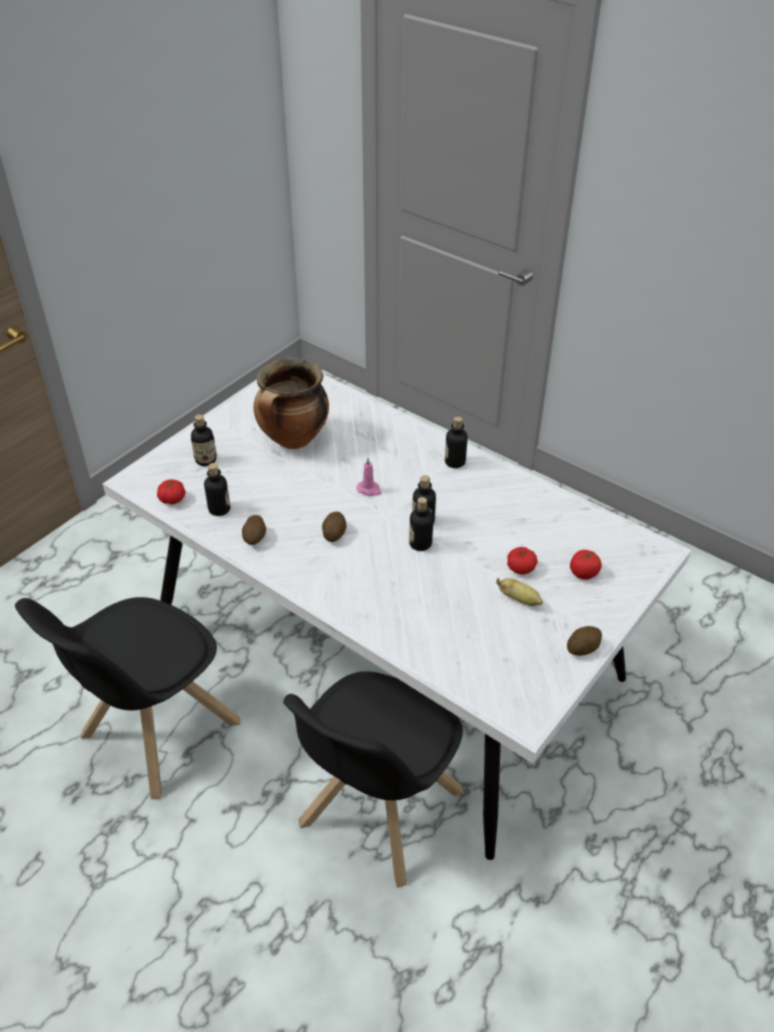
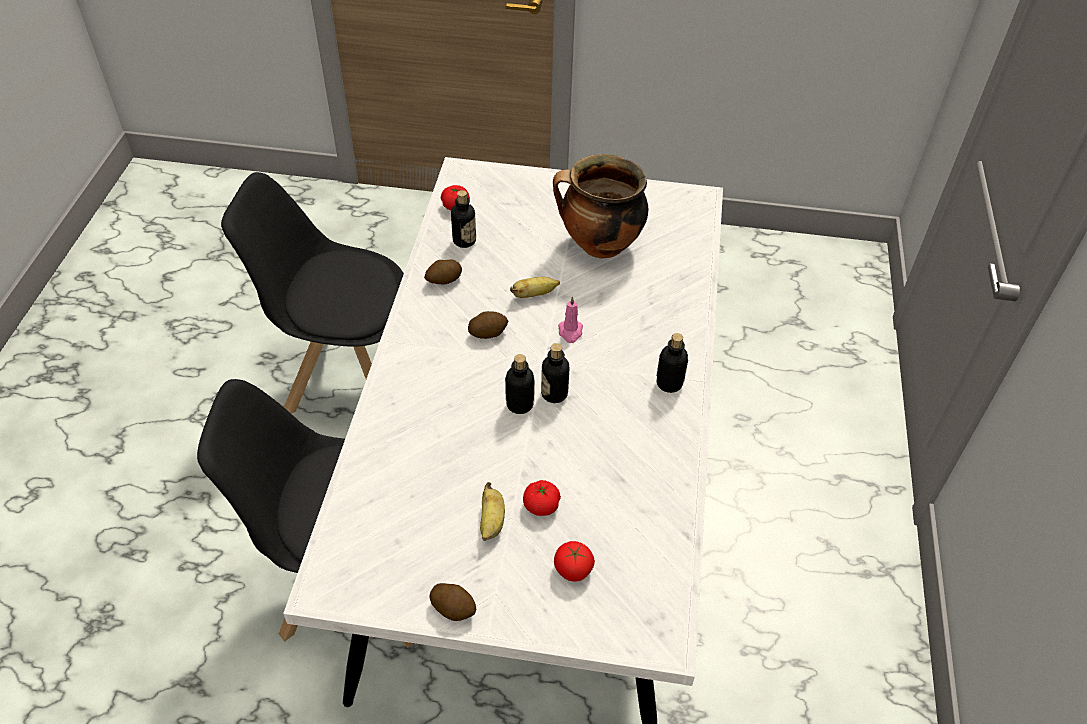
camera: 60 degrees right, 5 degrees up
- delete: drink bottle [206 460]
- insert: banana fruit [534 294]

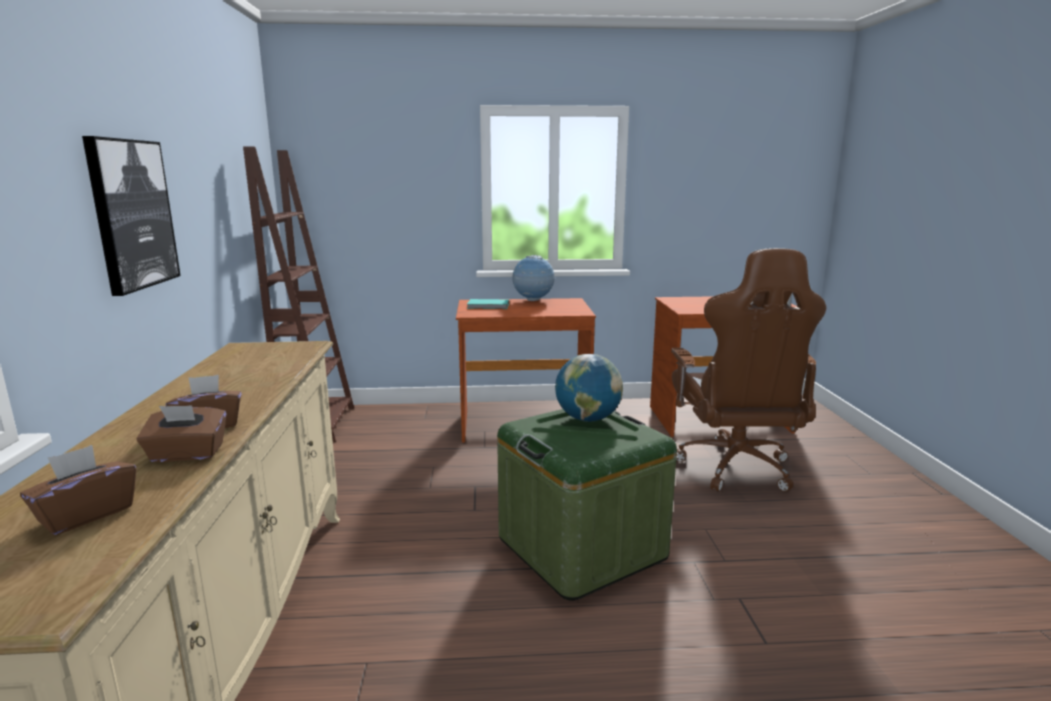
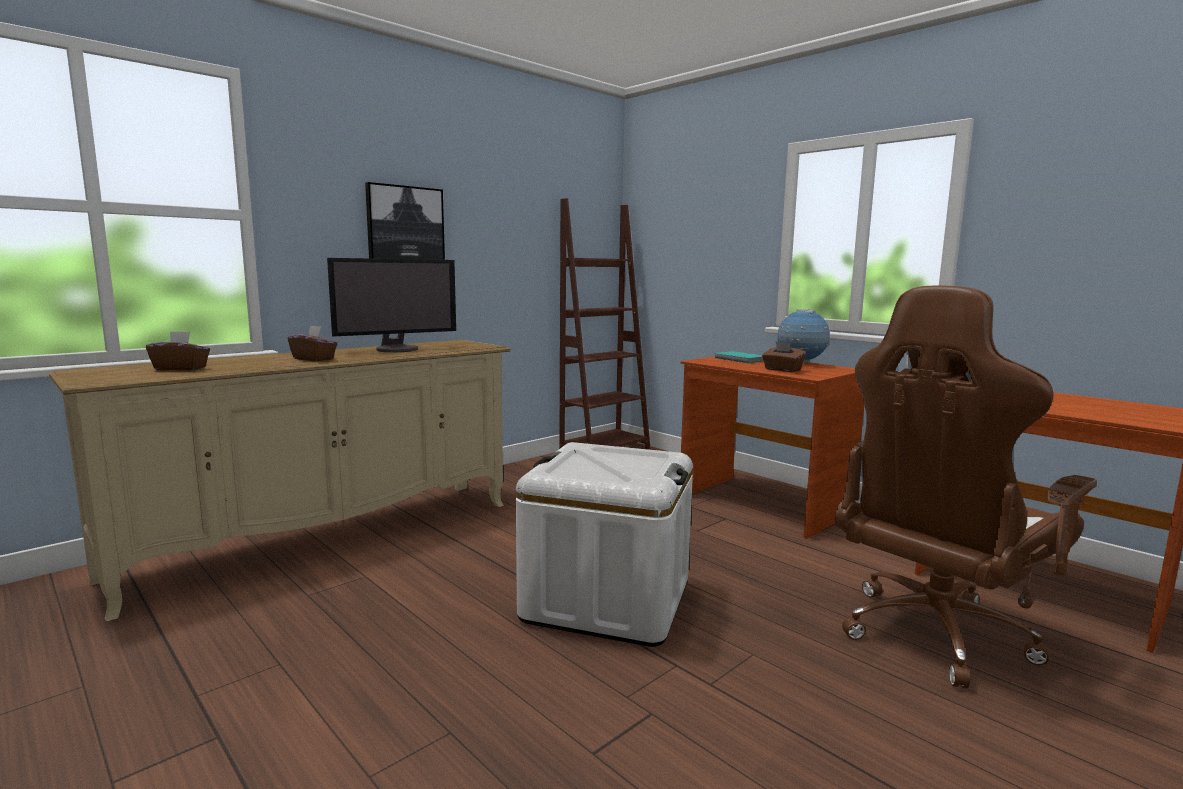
camera: 50 degrees right, 5 degrees down
- move: brown-coloured box of tissues [187 454] to [782 370]
- recolor: green-coloured storage container [581 547] to white-coloured storage container [607 600]
- delete: desk globe [588 419]
- insert: monitor [397 349]

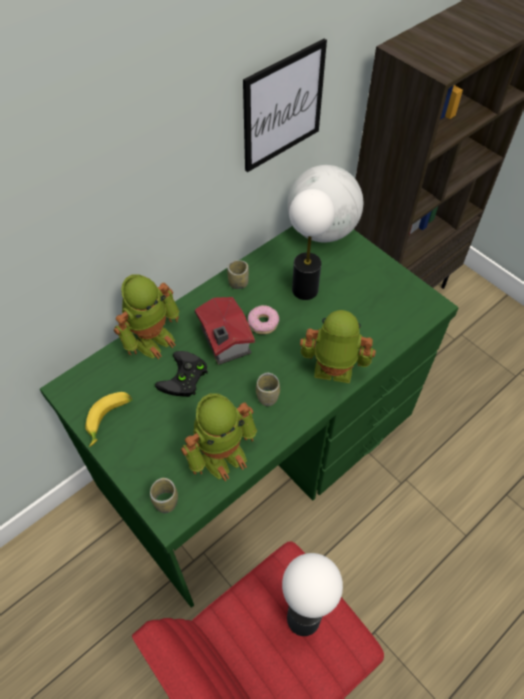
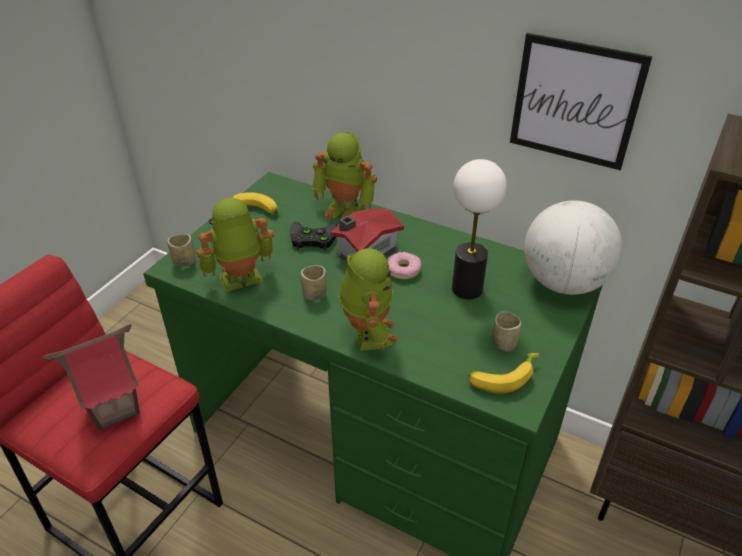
camera: 70 degrees right, 15 degrees down
- rotate: toy robot [222 454] = [241 281] 120 degrees clockwise
- move: drinking cup [238 283] to [504 343]
- replace: table lamp [303 617] to model house [114 408]
- insert: banana fruit [502 376]

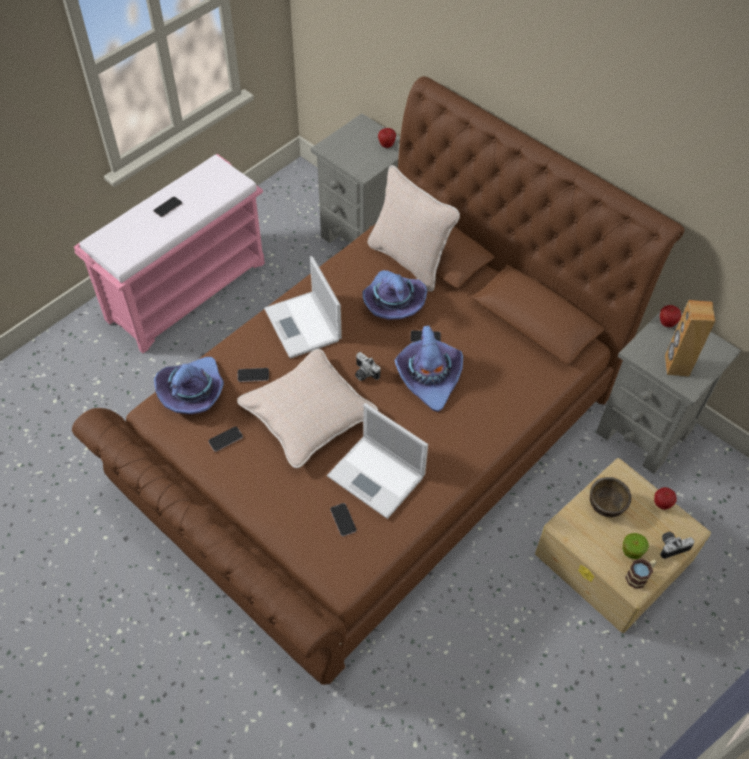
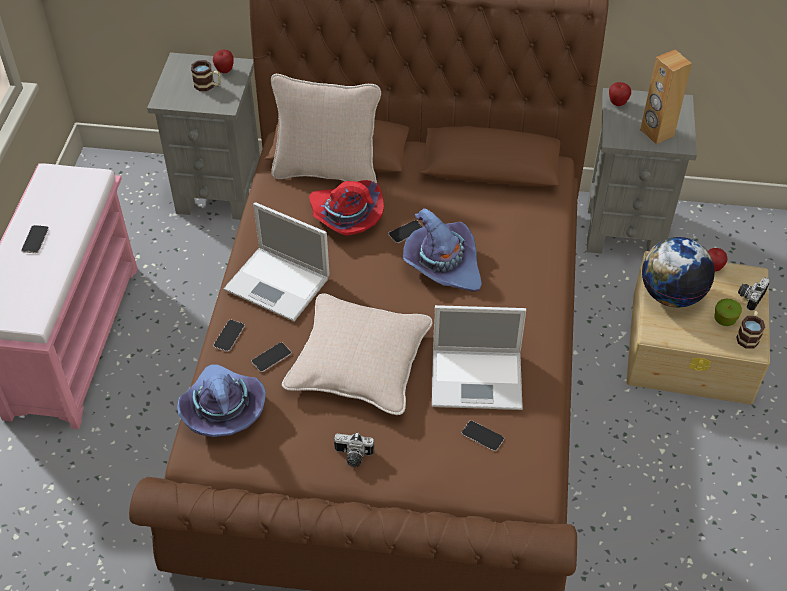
camera: 35 degrees left, 5 degrees down
- move: telephone [225 439] to [229 336]
- move: photo camera [364 374] to [353 456]
- recolor: purple-coloured wearable hat [392 301] to red wearable hat [345 217]
- replace: brown-coloured bowl [606 504] to desk globe [671 294]
- insert: coffee mug [208 86]

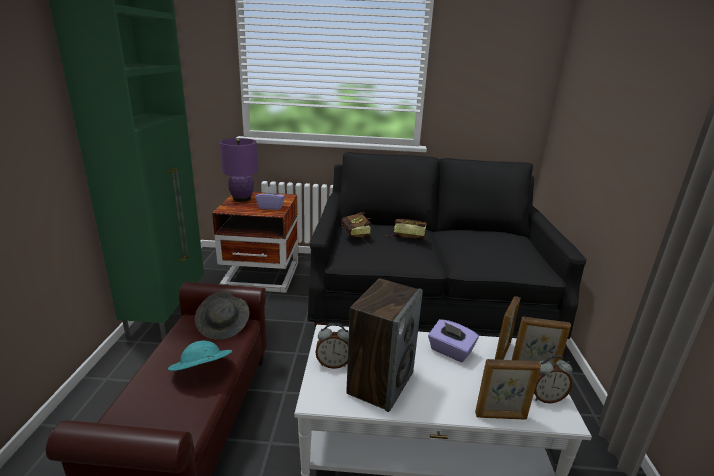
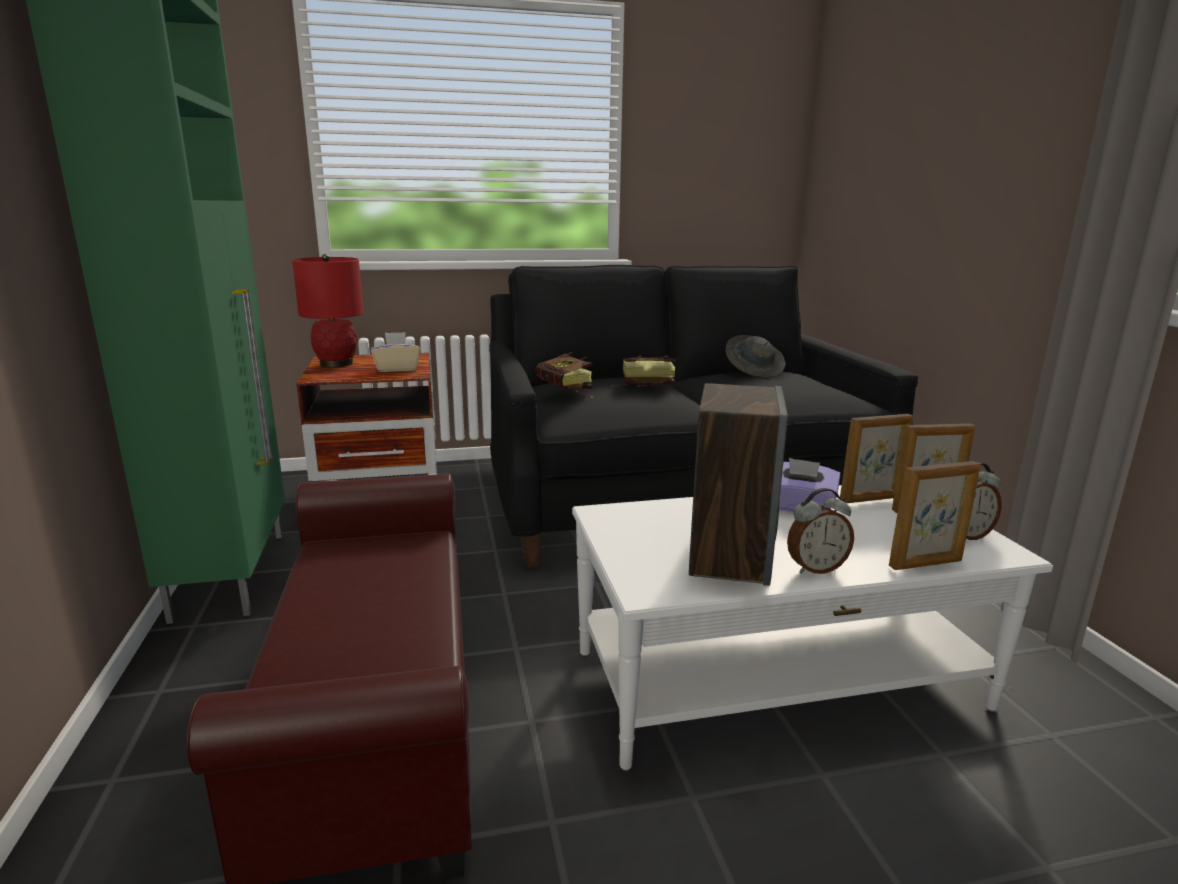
camera: 15 degrees left, 5 degrees down
- delete: blue-green wearable hat [201 371]
- move: greyish wearable hat [223 325] to [754 371]
- recolor: purple-coloured table lamp [242 199] to red table lamp [337 364]
- recolor: purple-coloured box of tissues [271 207] to beige-coloured box of tissues [397 369]
- move: alarm clock [333 364] to [815 568]
- rotate: picture frame [502 353] = [870 499] 120 degrees counterclockwise

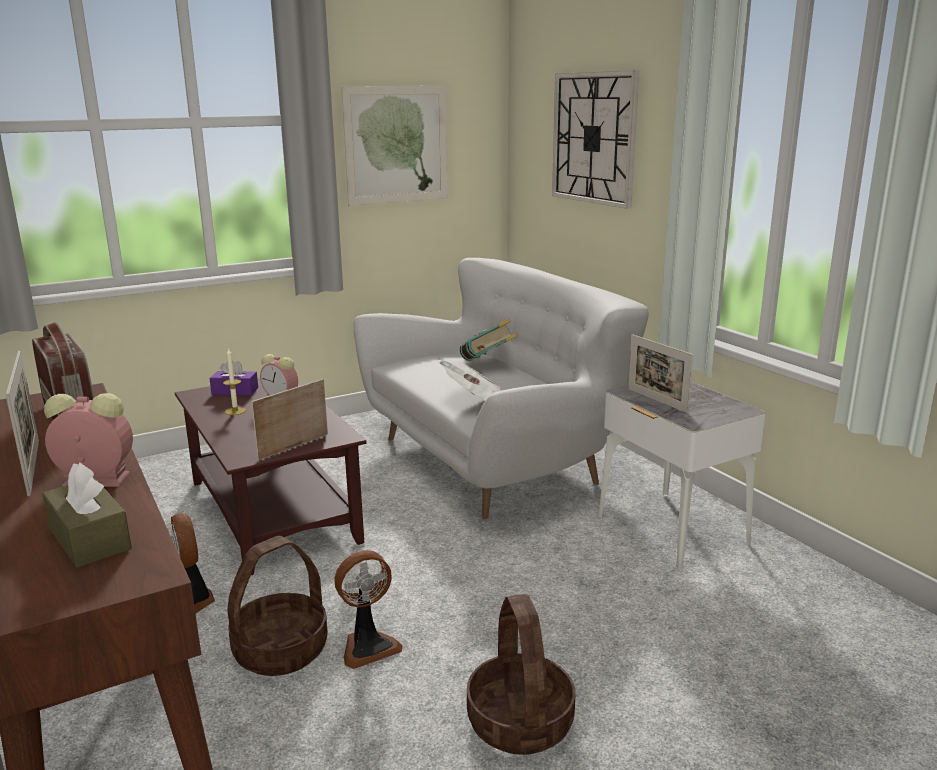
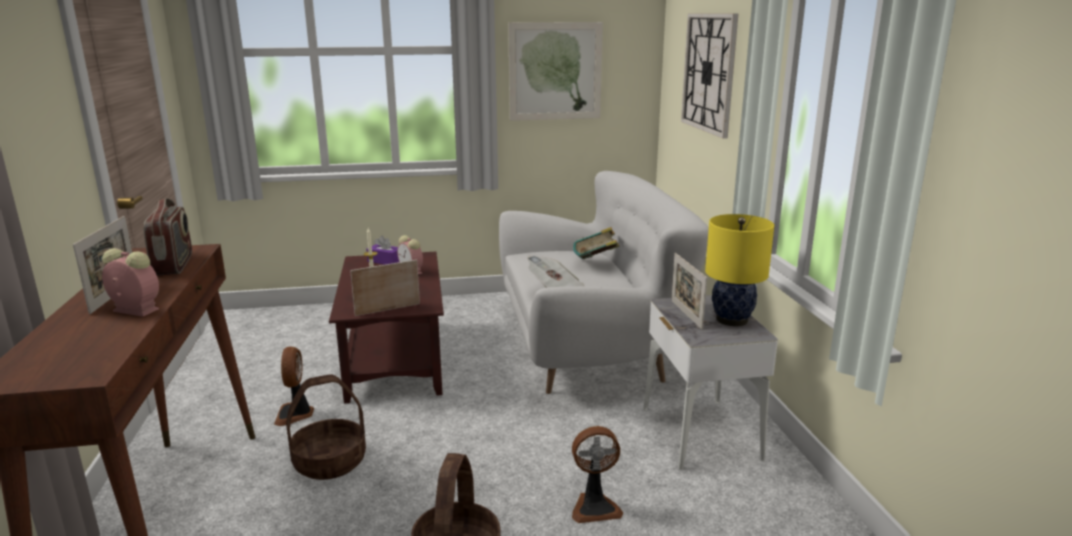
camera: 20 degrees right, 0 degrees up
- delete: brown-coloured box of tissues [89 539]
- move: fan [368 646] to [594 507]
- insert: yellow-coloured table lamp [732 319]

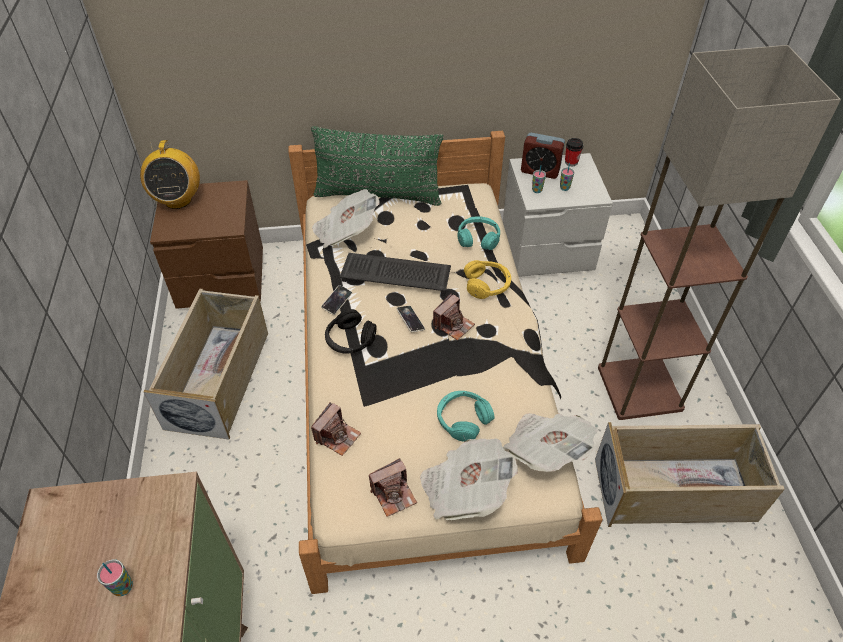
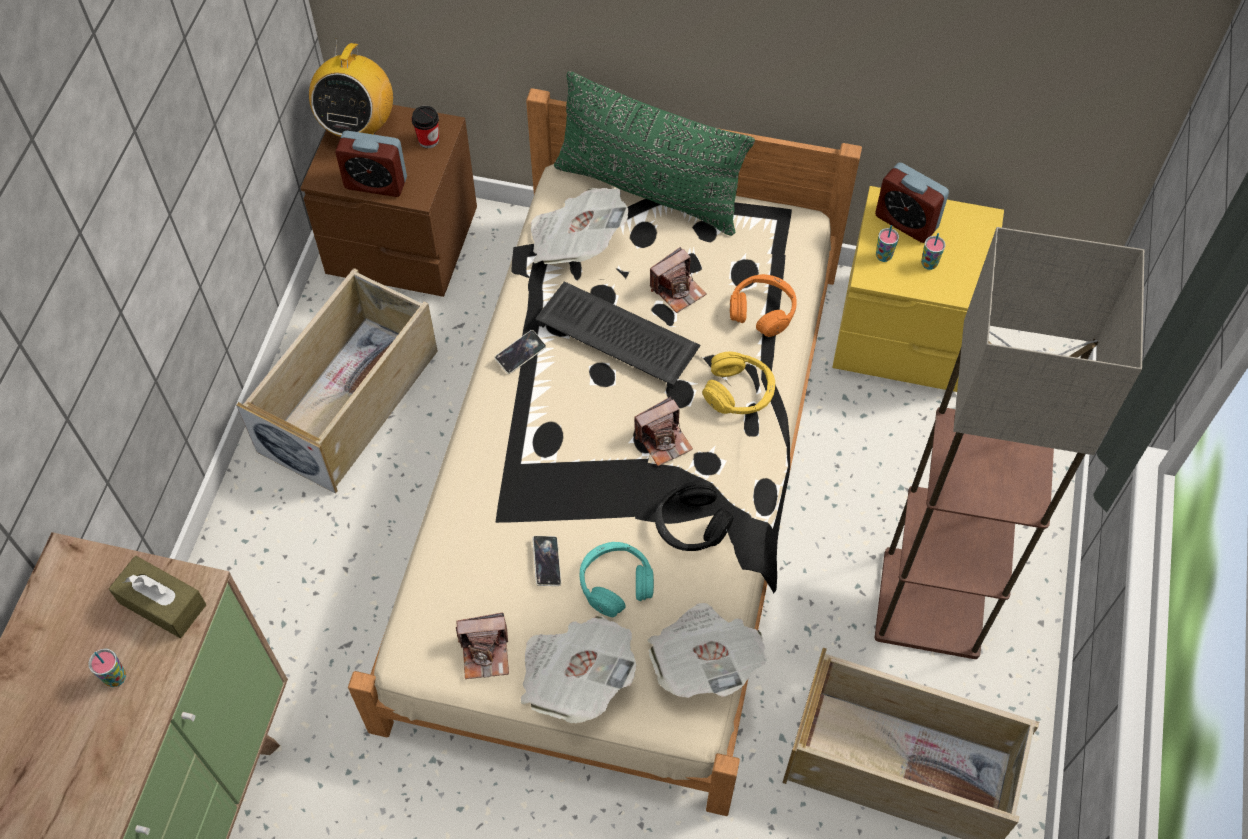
camera: 20 degrees right, 10 degrees up
- move: photo camera [337 436] to [677 290]
- move: black-coloured pair of headphones [350 340] to [690 524]
- move: telephone [410 320] to [547 562]
- recolor: blue-green pair of headphones [478 238] to orange-coloured pair of headphones [762 311]
- recolor: white-coloured bedside table [546 248] to yellow-coloured bedside table [903 331]
- move: drinking cup [571 162] to [428 140]
- insert: brown-coloured box of tissues [162 603]
- insert: alarm clock [376 183]

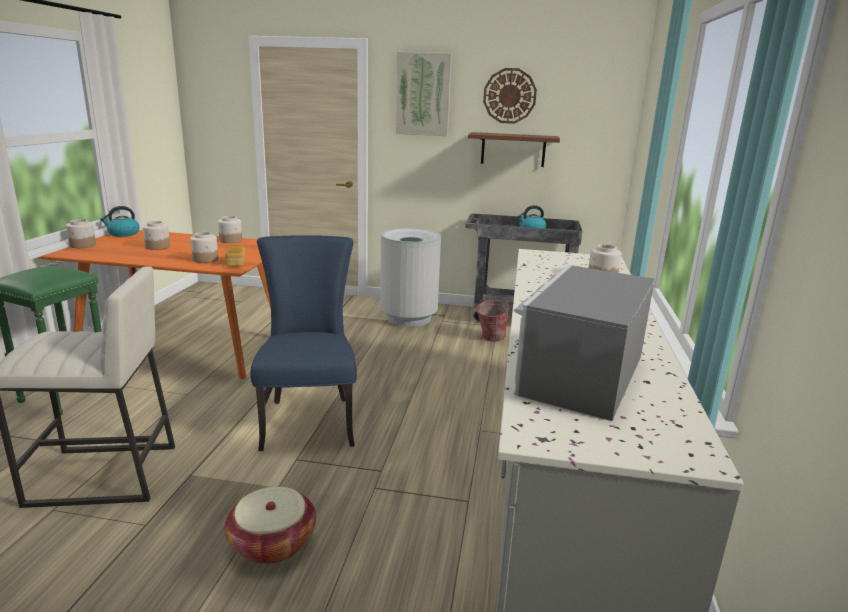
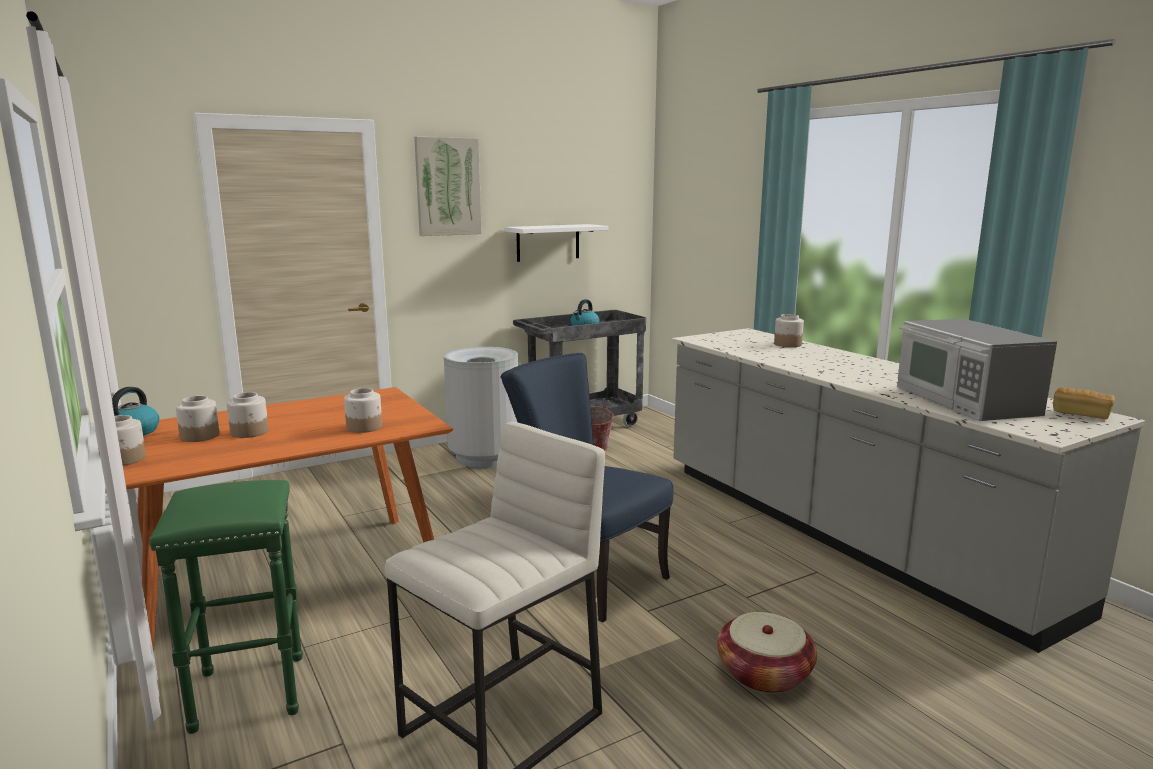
camera: 40 degrees left, 5 degrees down
- move: storage jar [231 240] to [200 436]
- move: baked bread [236 263] to [1080 414]
- recolor: brown-coloured wall shelf [513 149] to white-coloured wall shelf [548 242]
- delete: clock on the wall [509 96]

